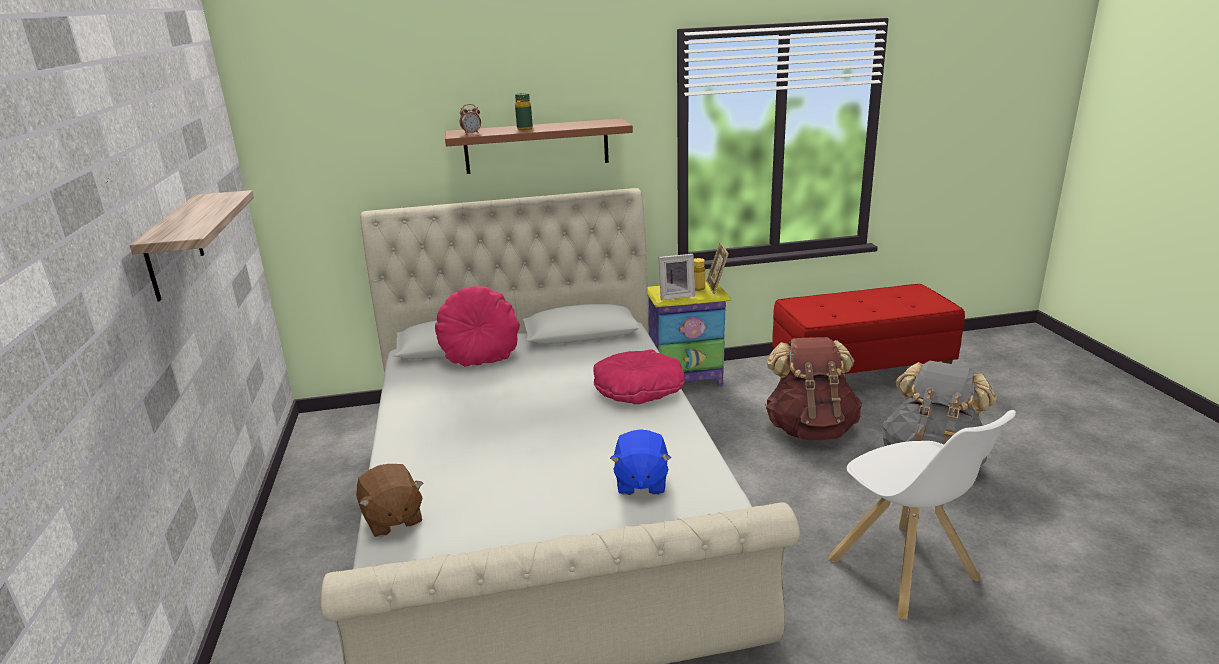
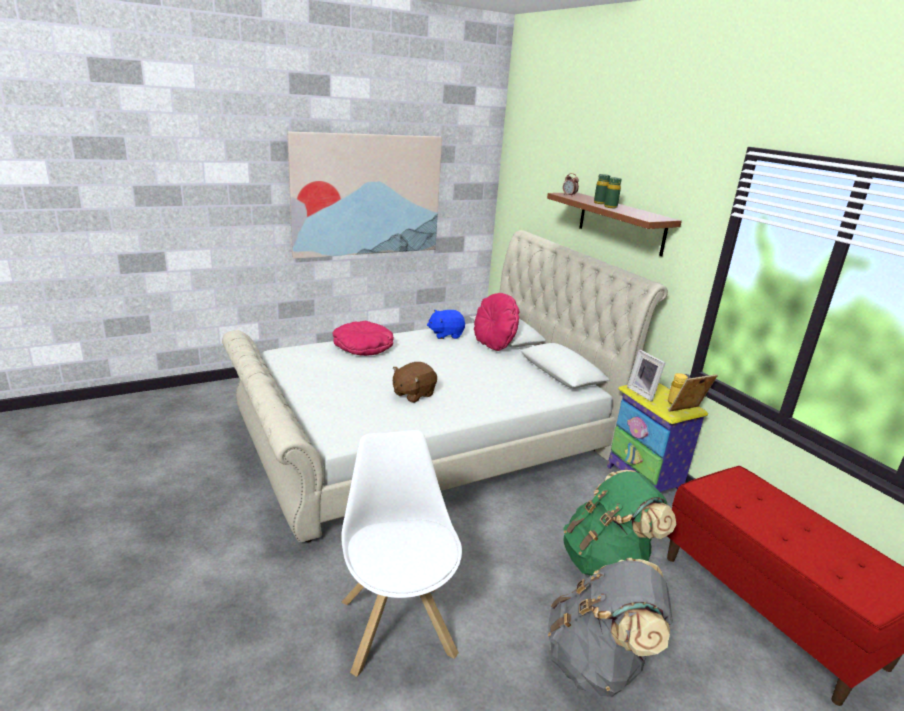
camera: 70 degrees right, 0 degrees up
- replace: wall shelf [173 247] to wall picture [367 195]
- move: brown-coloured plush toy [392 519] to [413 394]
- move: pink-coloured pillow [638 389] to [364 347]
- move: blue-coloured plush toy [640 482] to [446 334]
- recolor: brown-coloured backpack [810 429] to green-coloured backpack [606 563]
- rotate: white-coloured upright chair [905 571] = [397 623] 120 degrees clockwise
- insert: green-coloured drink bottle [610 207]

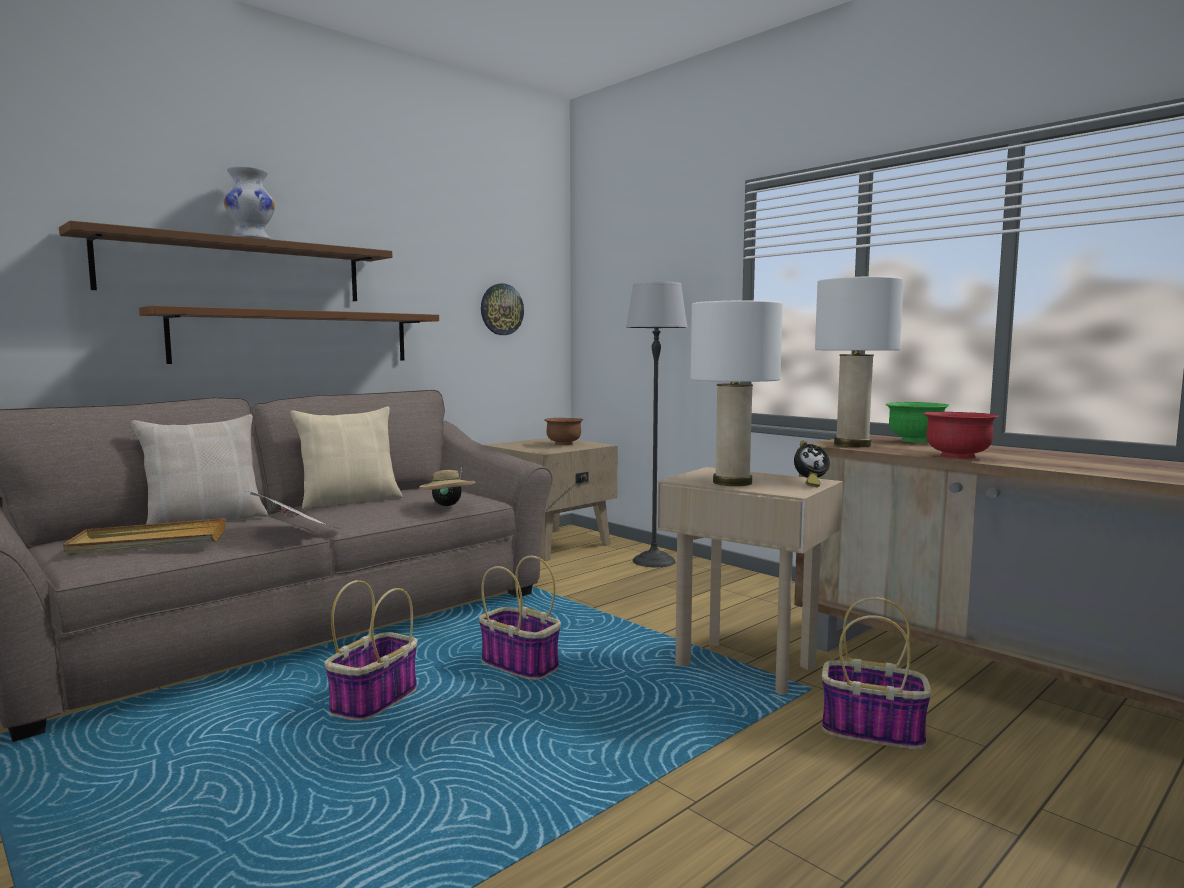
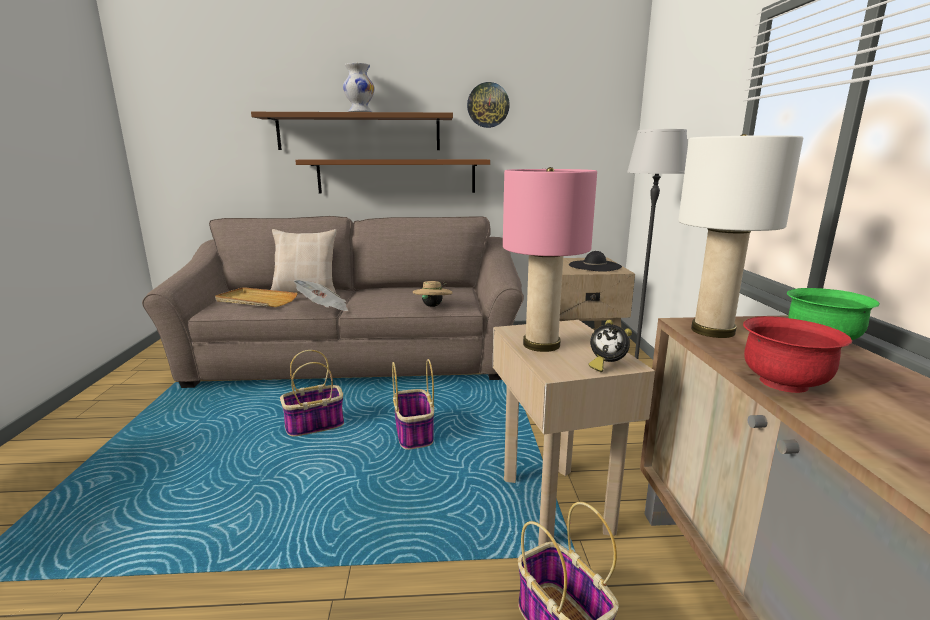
camera: 40 degrees right, 10 degrees up
- delete: beige-coloured pillow [350 501]
- move: clock on the wall [501 309] to [488 105]
- replace: brown-coloured bowl [564 444] to black-coloured wearable hat [595 266]
- recolor: white-coloured table lamp [733 482] to pink-coloured table lamp [542 345]

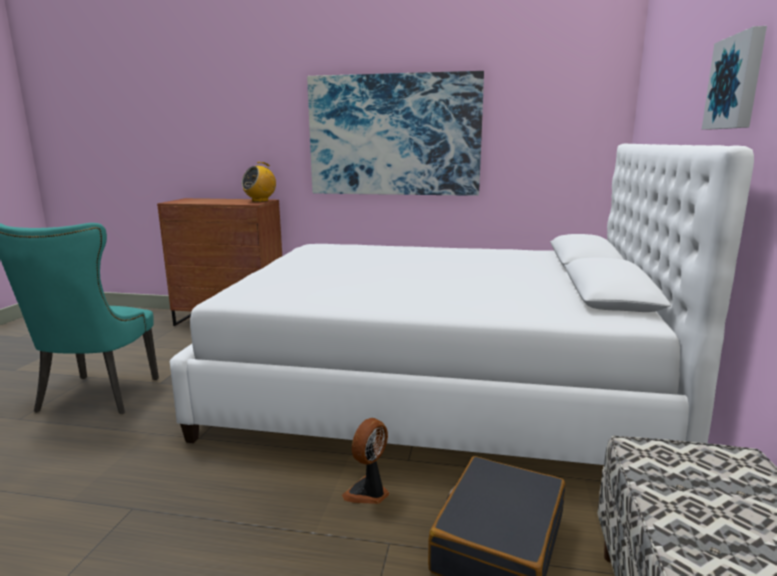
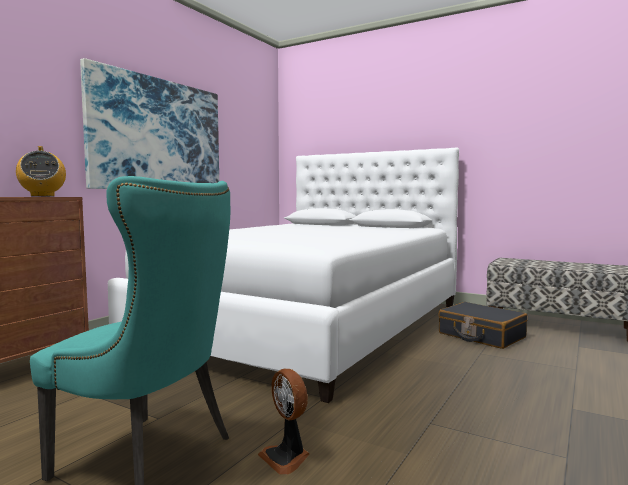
camera: 70 degrees left, 10 degrees down
- move: fan [368 493] to [286 457]
- delete: wall picture [736 82]

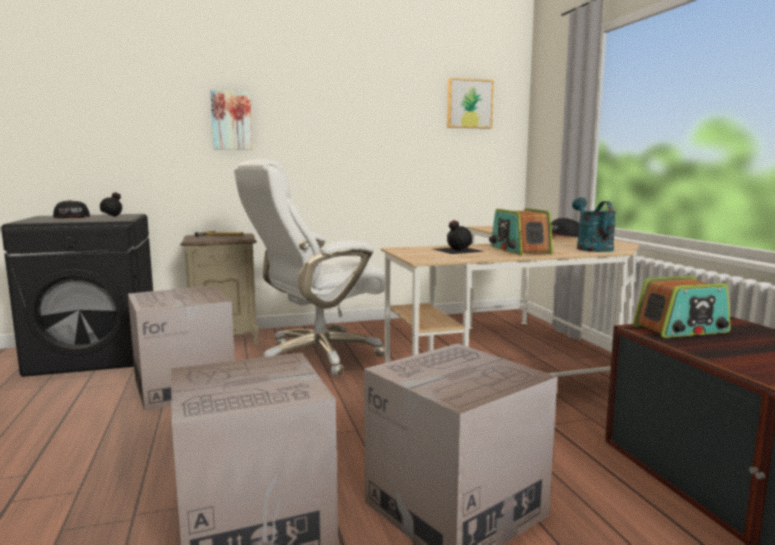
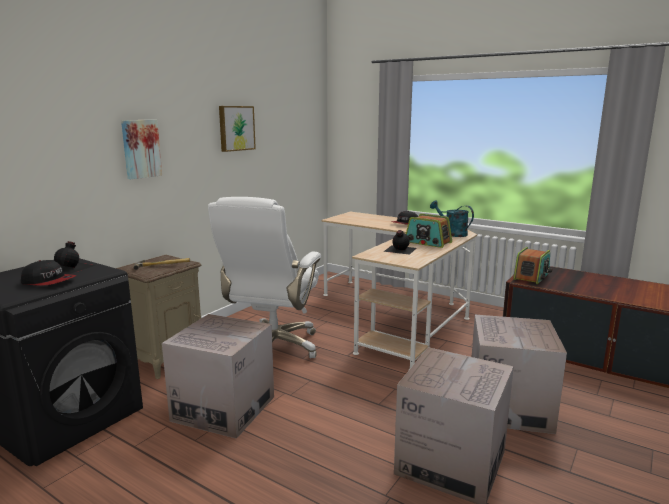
camera: 40 degrees left, 5 degrees up
- move: wall picture [469 104] to [236 128]

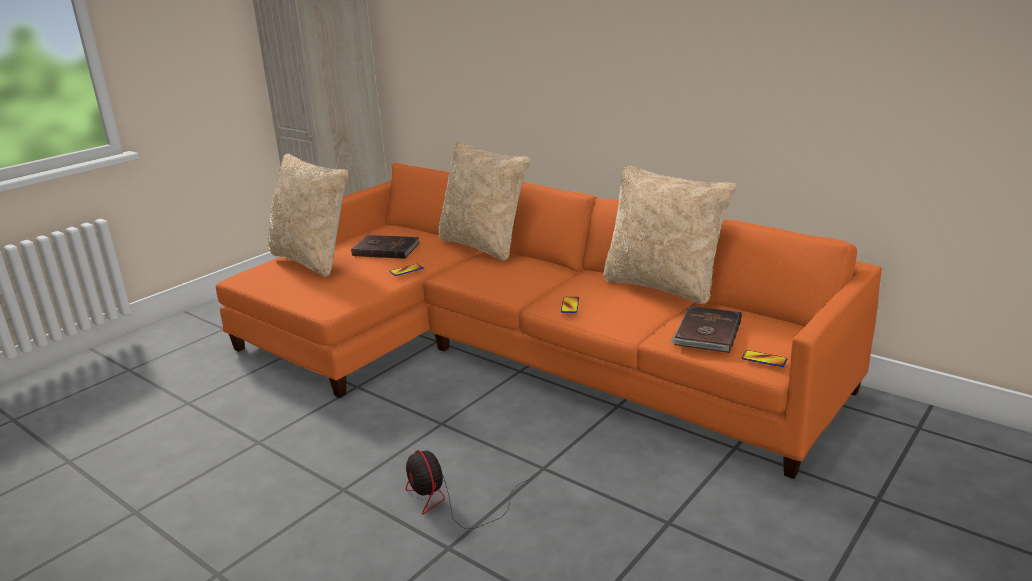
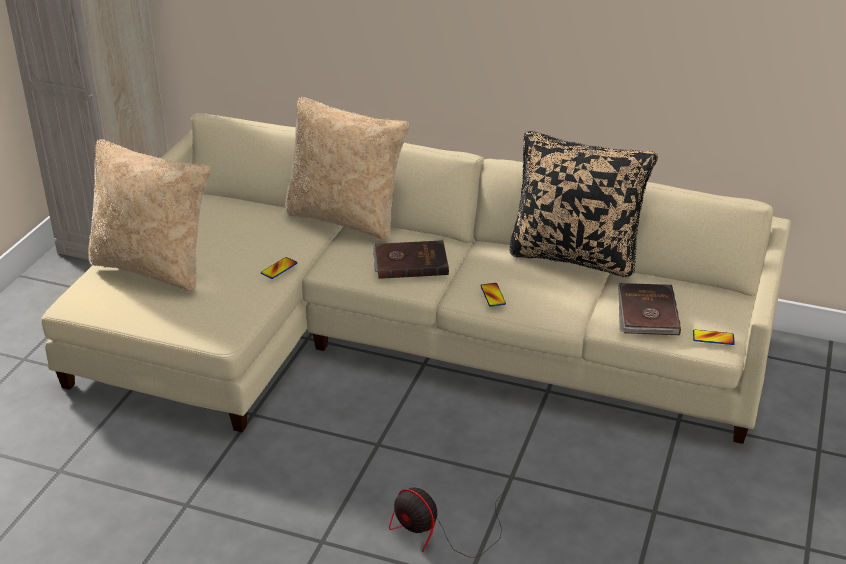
camera: 20 degrees left, 10 degrees up
- recolor: orange-coloured sofa [512 346] to beige-coloured sofa [398 333]
- move: brown-coloured bound book [386 249] to [410 262]
- recolor: beige-coloured pillow [662 288] to black-coloured pillow [575 259]

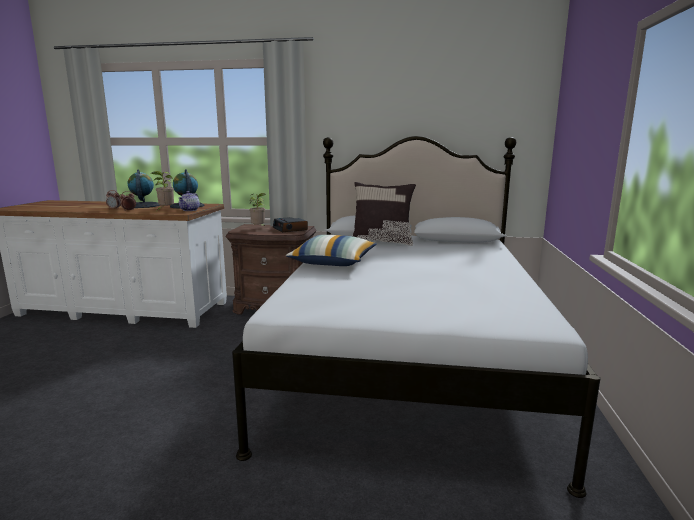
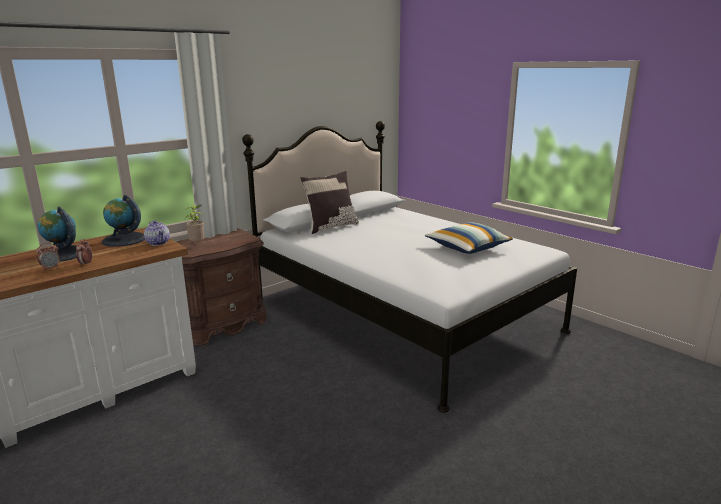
camera: 50 degrees left, 5 degrees up
- delete: plant in a pot [165 210]
- delete: alarm clock [290 229]
- move: pillow [333 262] to [467 248]

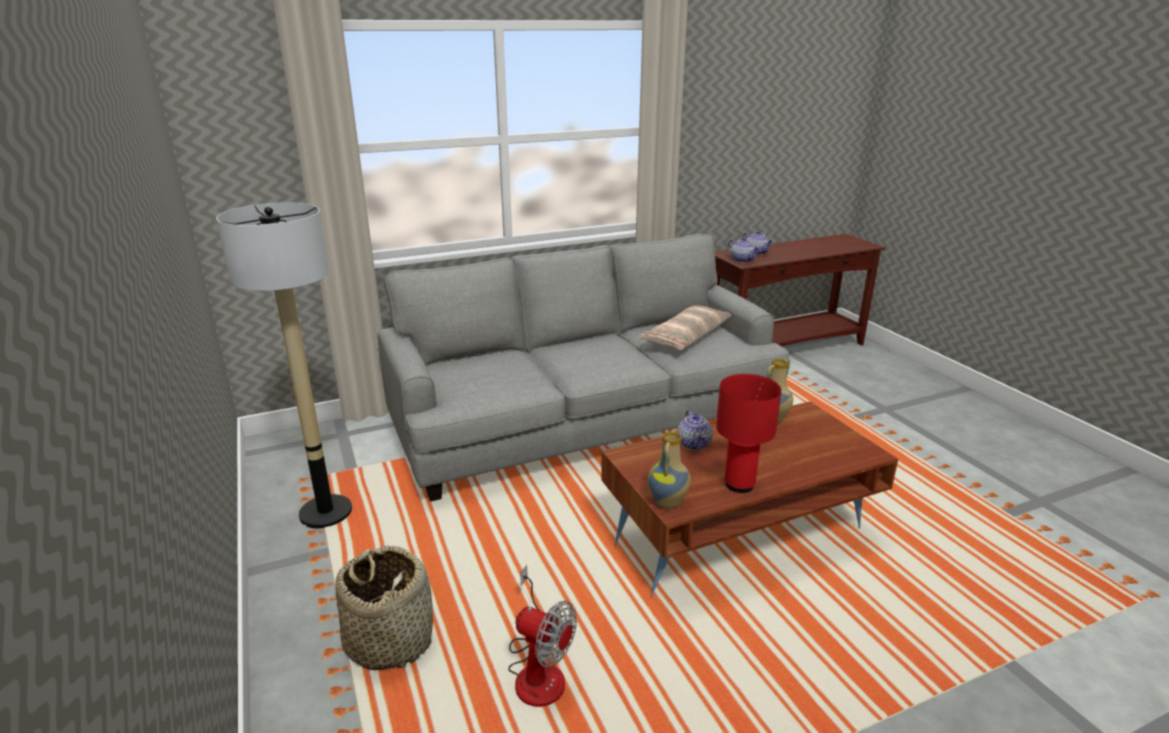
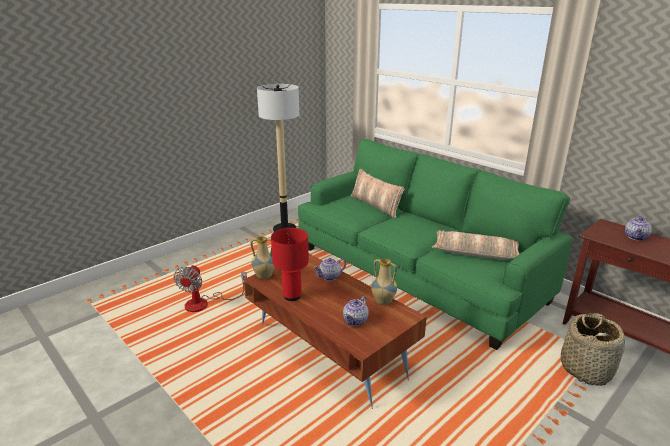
camera: 70 degrees right, 0 degrees up
- move: basket [390 640] to [586 369]
- recolor: greyish sofa [585 422] to green-coloured sofa [416 273]
- move: teapot [742 260] to [356 320]
- insert: pillow [375 205]

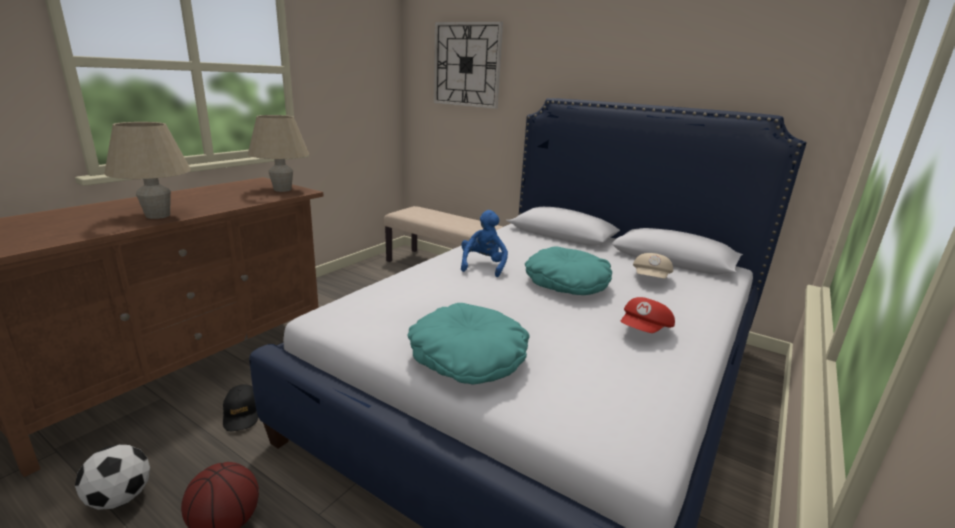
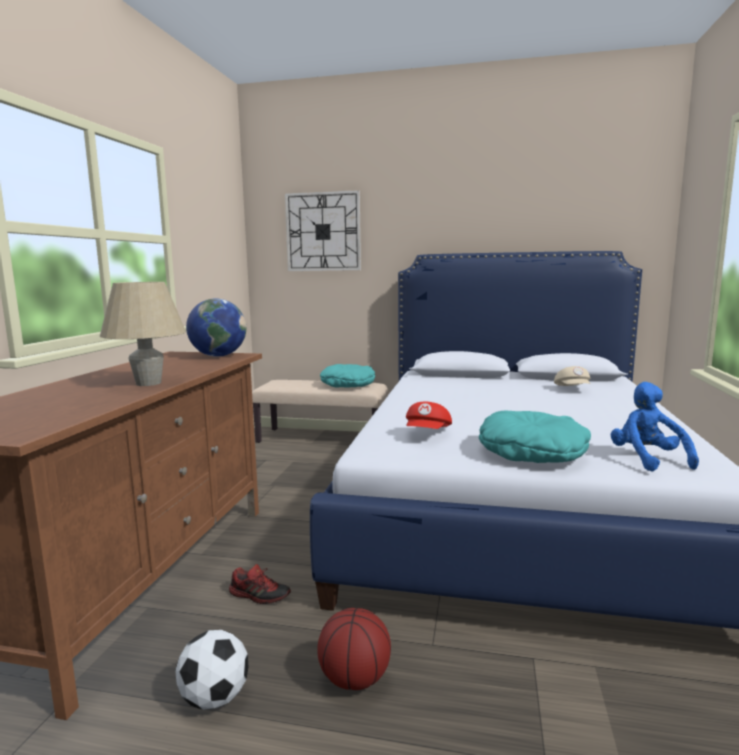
camera: 20 degrees left, 10 degrees down
- replace: black-coloured baseball cap [242 414] to low shoe [260 595]
- replace: beige-coloured table lamp [282 189] to desk globe [218 356]
- move: blue-coloured plush toy [483 266] to [647 459]
- move: blue-green pillow [568 283] to [348 384]
- move: red baseball cap [645 331] to [428 433]

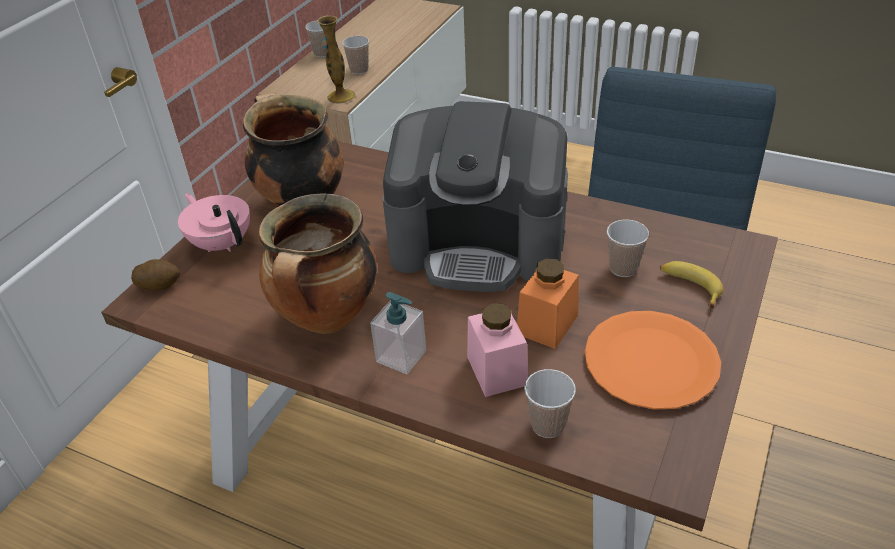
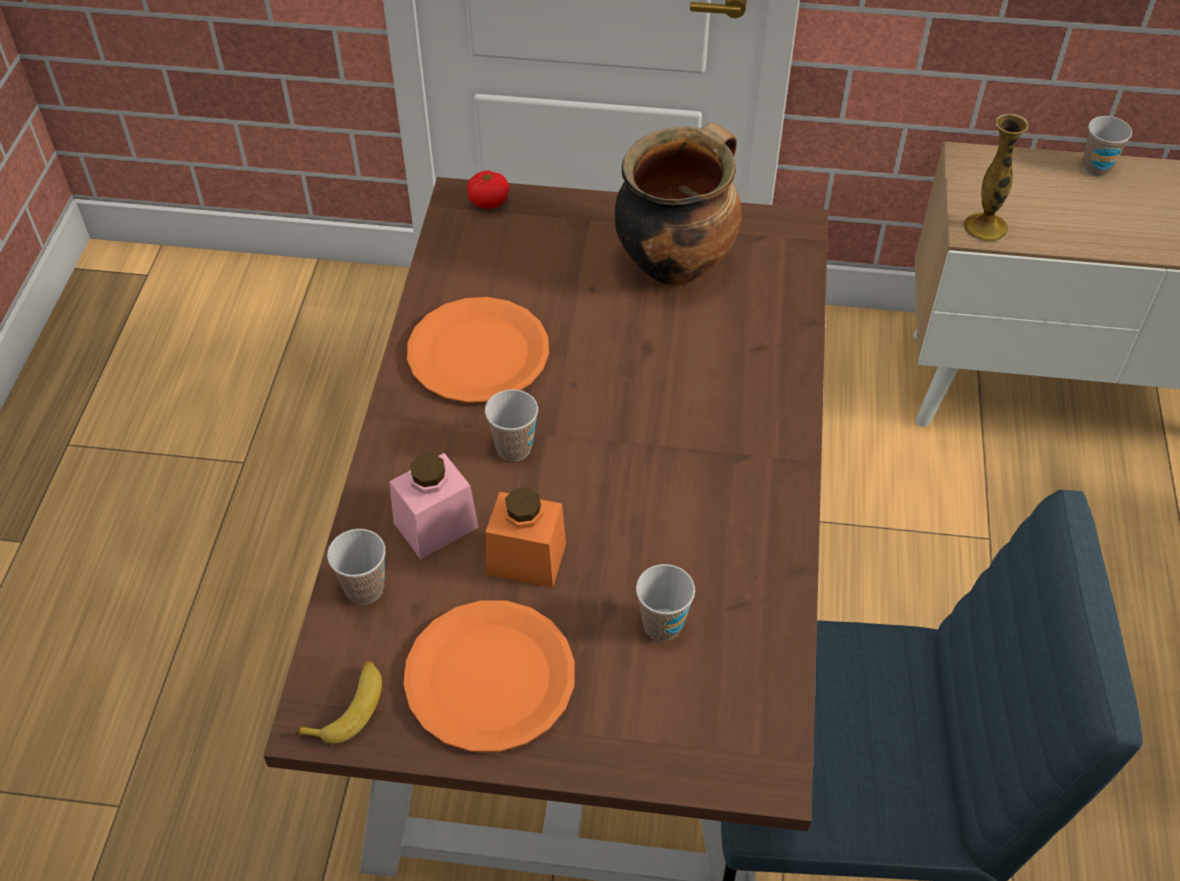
camera: 70 degrees right, 10 degrees up
- replace: whole potato [159 285] to fresh tomato [488 201]
- delete: pink-coloured teapot [222 243]
- replace: stockpot [327 318] to orange-coloured flat dish [478 353]
- move: drinking cup [359 70] to [514 448]
- delete: soap dispenser [401 356]
- delete: coffee machine [479 244]
- move: banana fruit [689 286] to [348 707]

